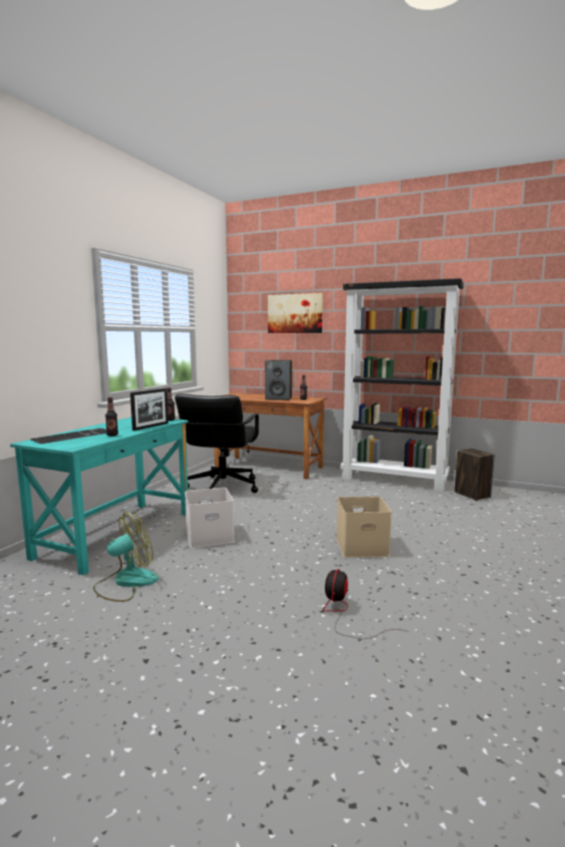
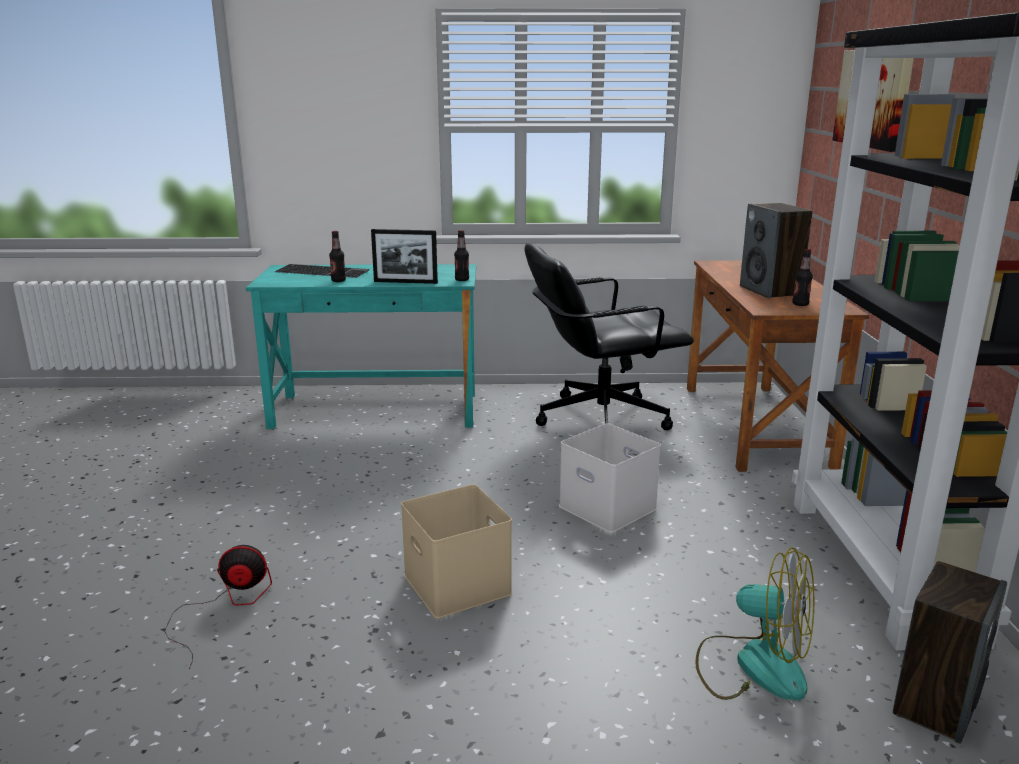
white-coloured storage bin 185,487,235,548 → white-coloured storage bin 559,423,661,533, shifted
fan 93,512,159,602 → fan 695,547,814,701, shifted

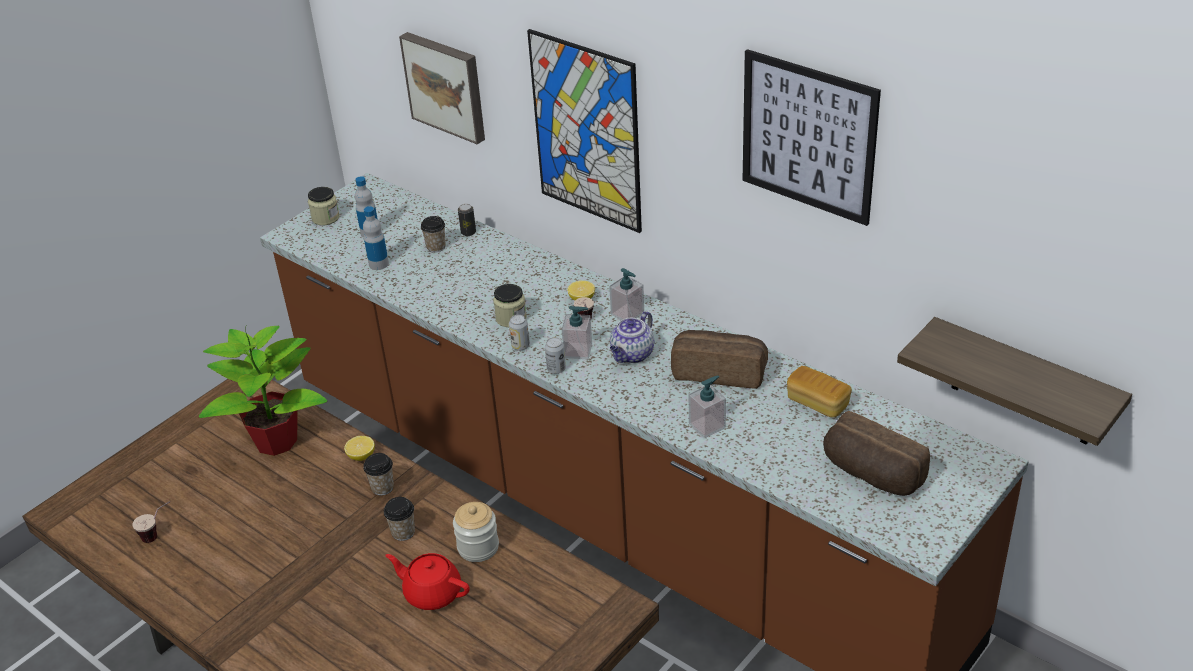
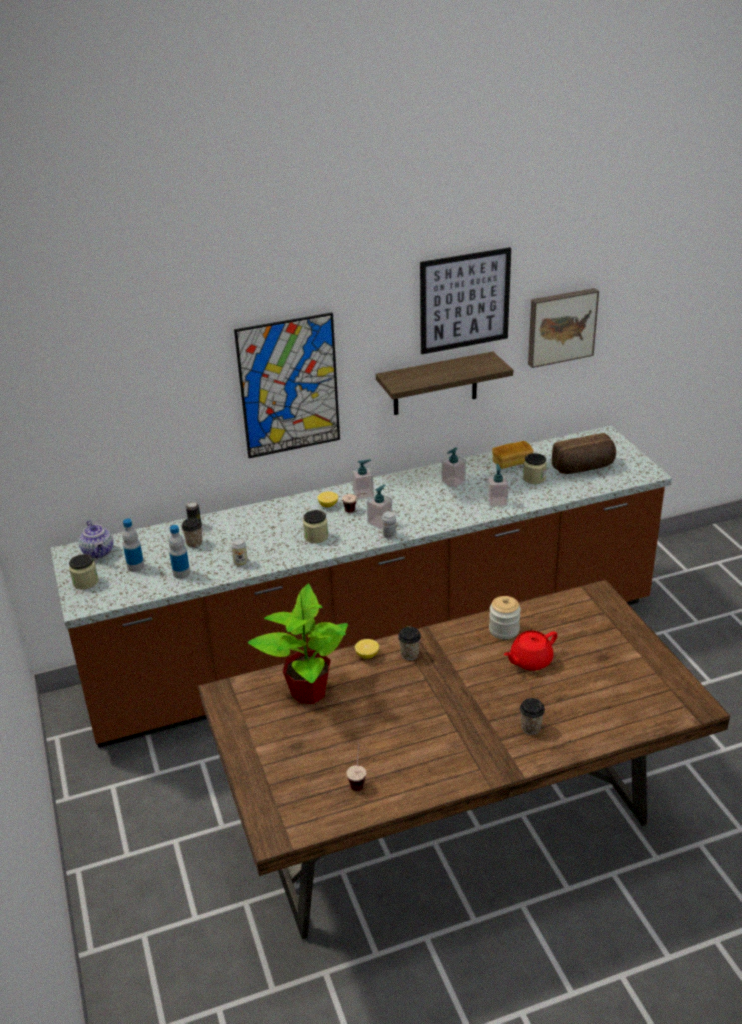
picture 399,32,485,144 → picture 528,288,599,368, shifted
tea pot 610,311,654,363 → tea pot 79,520,113,559, shifted
metal can 509,315,530,351 → metal can 231,538,248,566, shifted
wall shelf 897,317,1132,446 → wall shelf 376,352,513,415, shifted
bread 671,330,768,389 → soap bottle 441,448,466,489
cup 384,497,415,541 → cup 520,698,545,735, shifted
- → jar 523,453,547,484

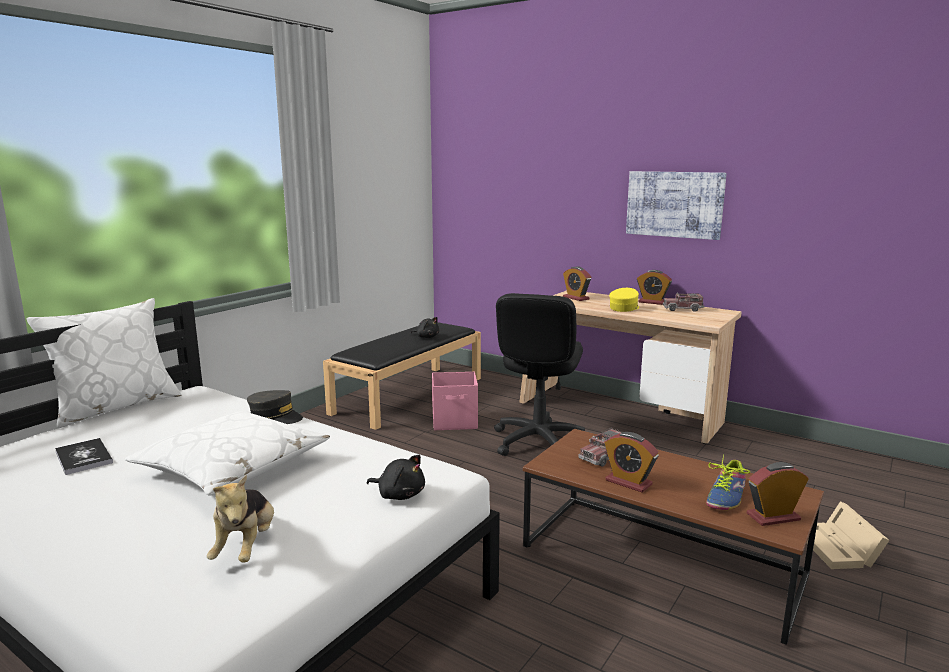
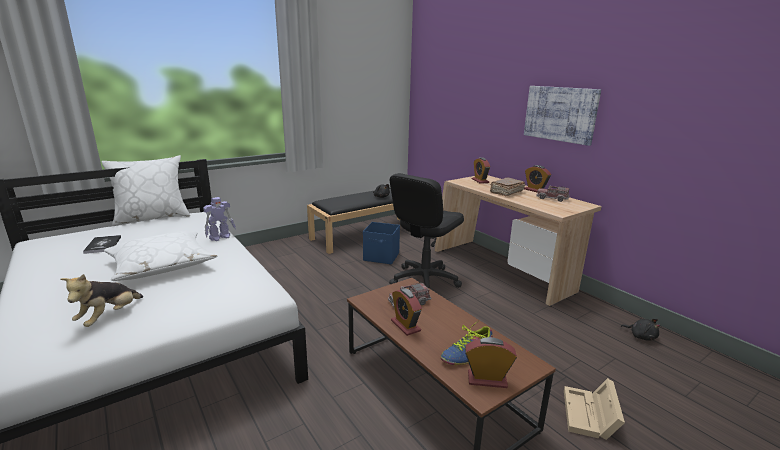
yellowish peaked cap 609,288,639,312 → brownish book 490,178,525,196
pinkish storage bin 432,372,478,430 → blue-coloured storage bin 363,222,400,264
grey peaked cap 247,390,303,424 → toy robot 203,197,236,241
black cuddly toy 367,455,425,500 → black cuddly toy 620,319,660,341, shifted

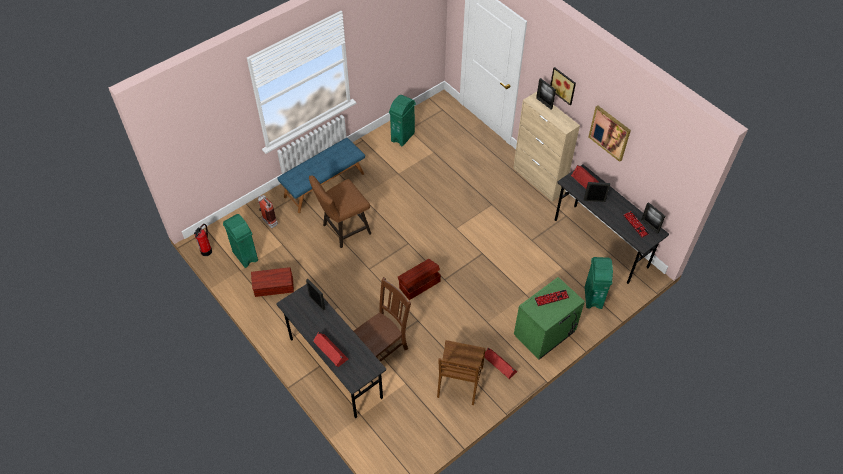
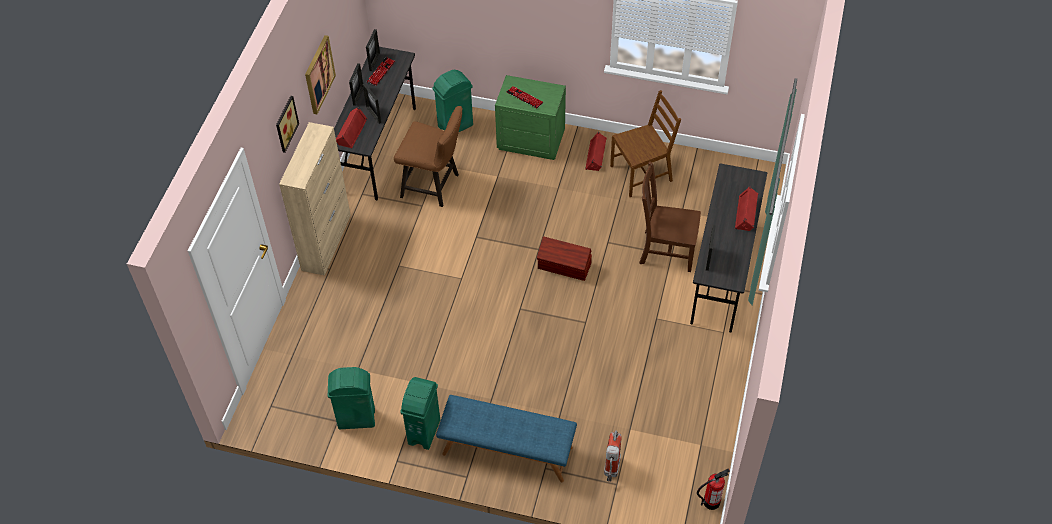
photo frame 536,78,556,109 → photo frame 349,63,363,106, shifted
brownish stool seat 309,175,371,248 → brownish stool seat 394,106,462,207, shifted
greenish rubbish bin 223,214,258,268 → greenish rubbish bin 401,377,440,450, shifted
brownish storage bin 251,267,294,297 → -

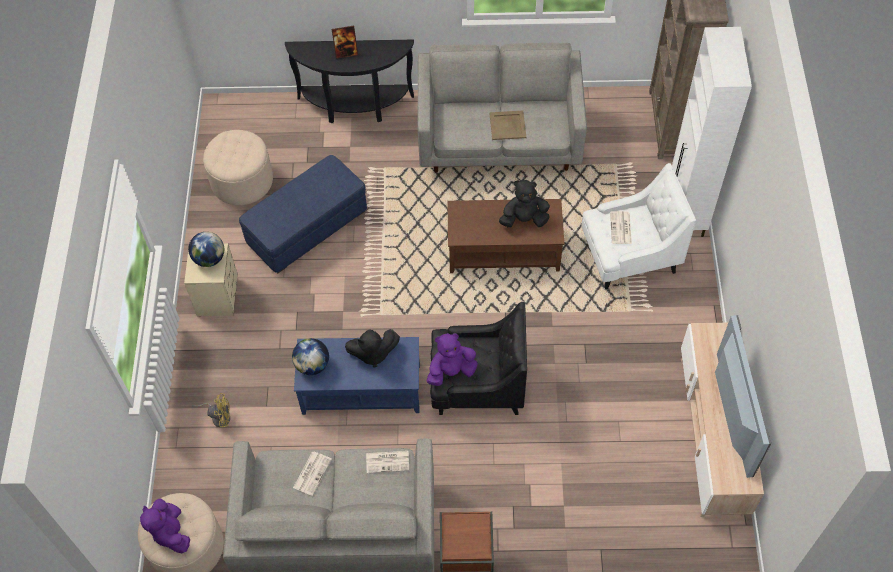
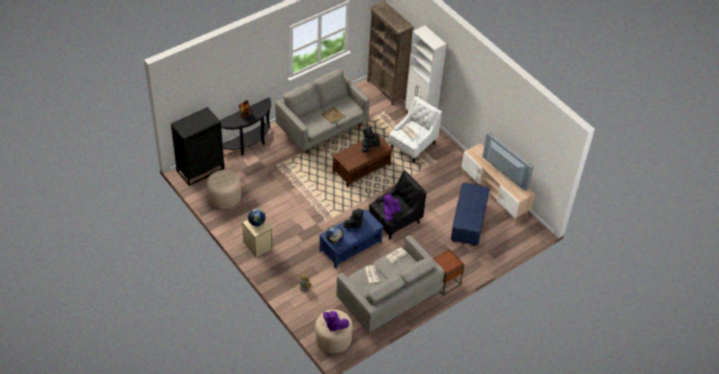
blue-coloured ottoman 239,155,367,274 → blue-coloured ottoman 451,183,489,246, shifted
- → black chest of drawers 171,107,225,186

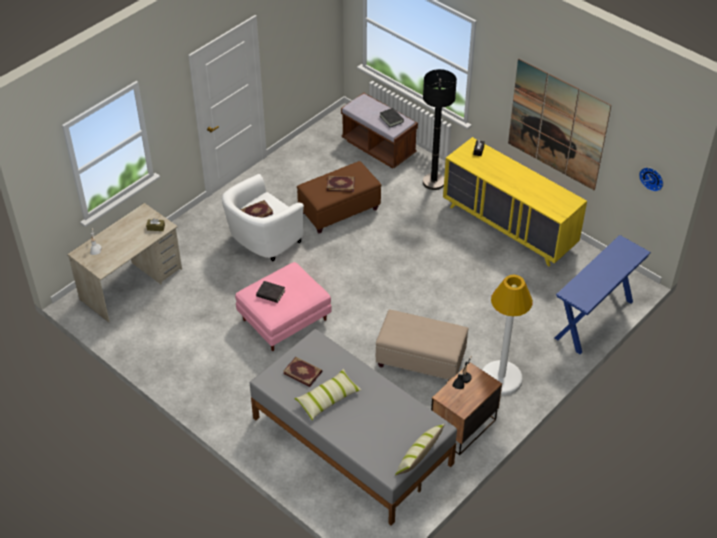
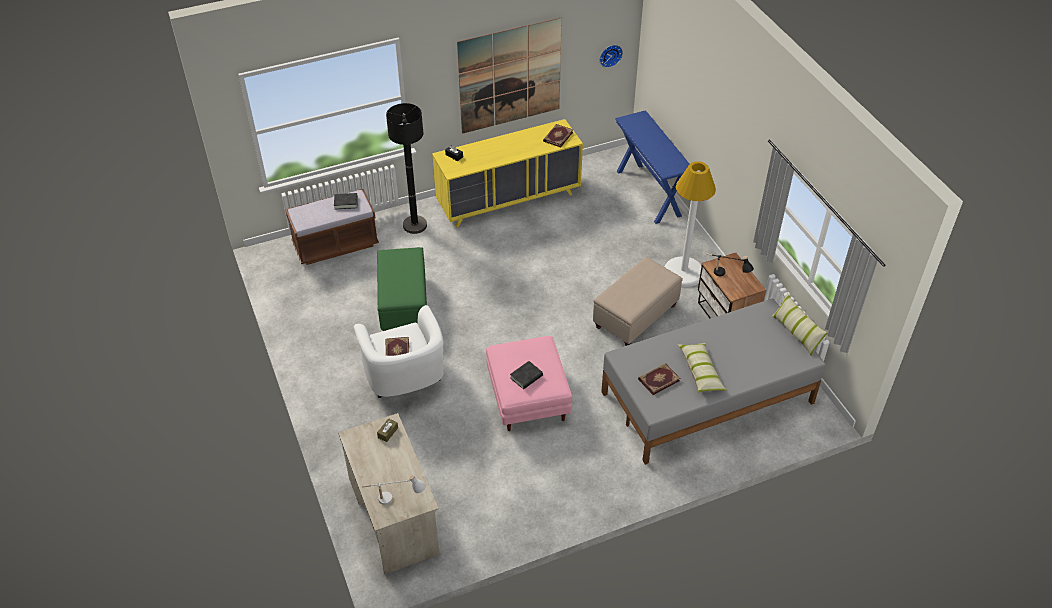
brownish ottoman 297,161,381,234 → greenish ottoman 377,247,427,331
book 327,176,355,192 → book 543,124,573,148, shifted

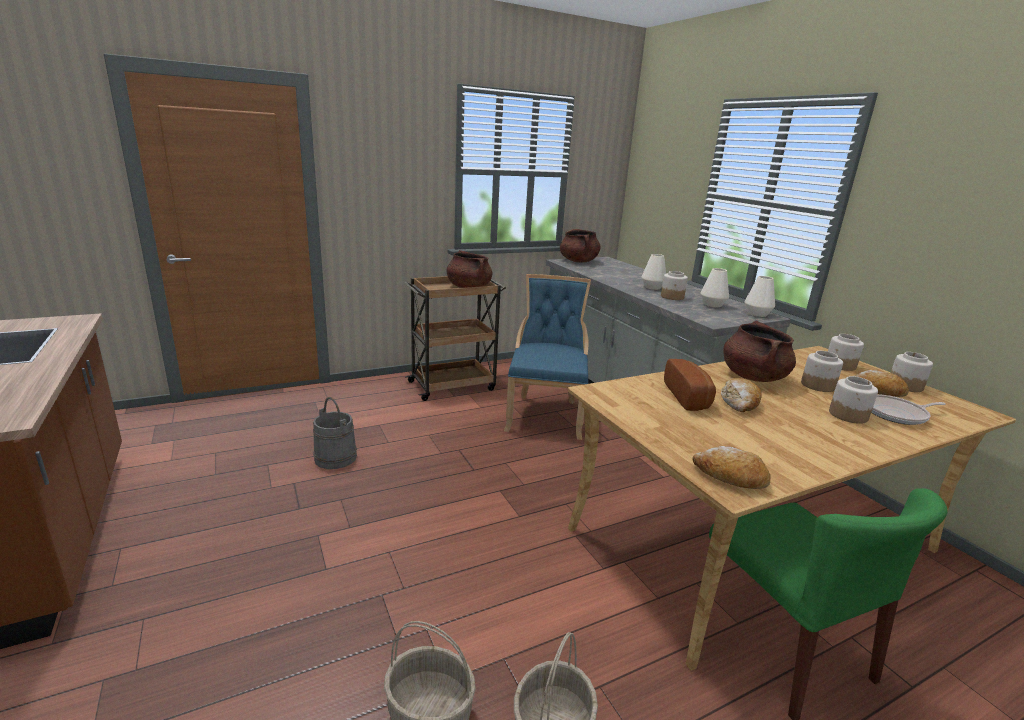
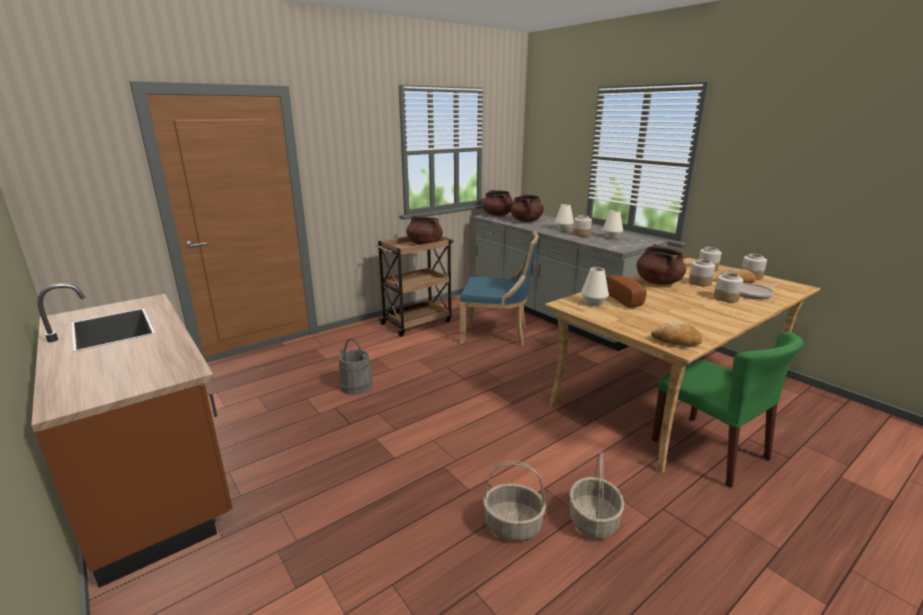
blue-coloured upright chair 504,274,591,440 → blue-coloured upright chair 460,231,539,345, 105 degrees clockwise
white-coloured decorative vase 744,276,775,317 → white-coloured decorative vase 581,267,609,306, shifted
bread 721,378,762,412 → -
- → brownish stockpot 510,194,544,222

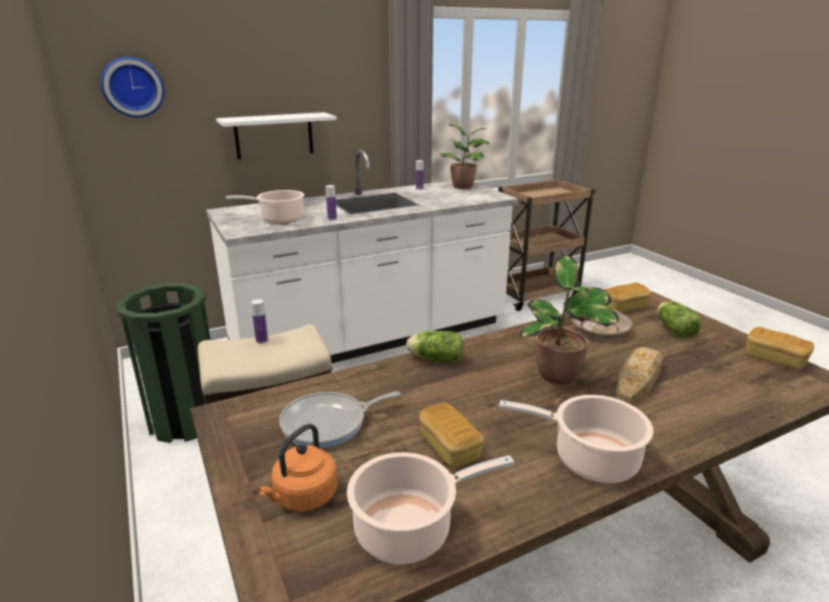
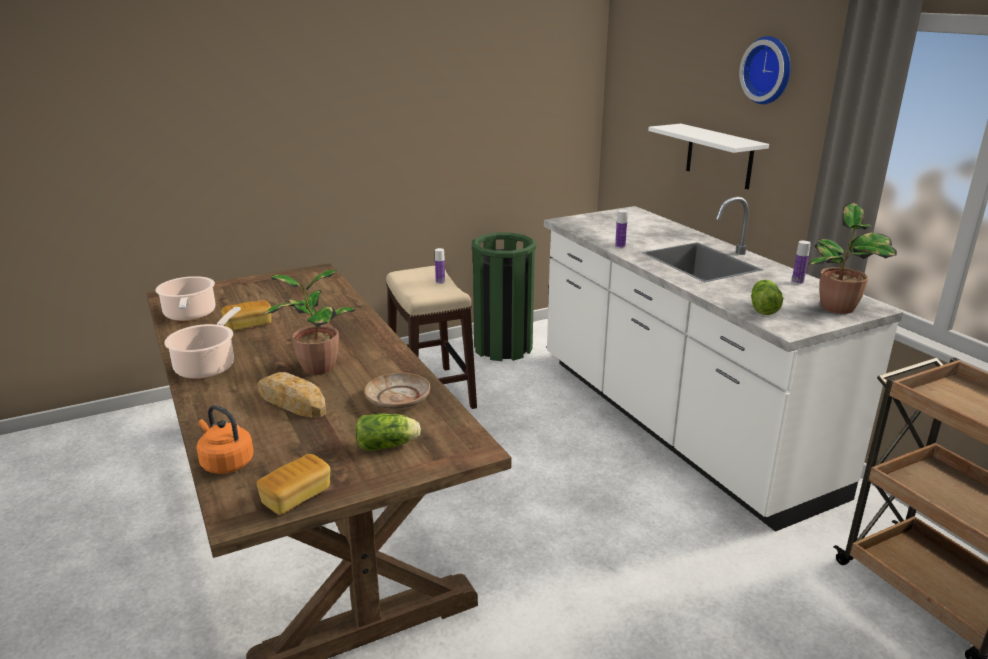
wall clock 101,57,164,118 → wall clock 739,36,791,104, shifted
stockpot 226,190,304,224 → -
bread 604,283,651,313 → -
lettuce head 406,331,463,364 → lettuce head 751,280,783,315, shifted
frying pan 279,391,400,448 → -
orangey kettle 258,424,338,512 → orangey kettle 196,405,254,474, shifted

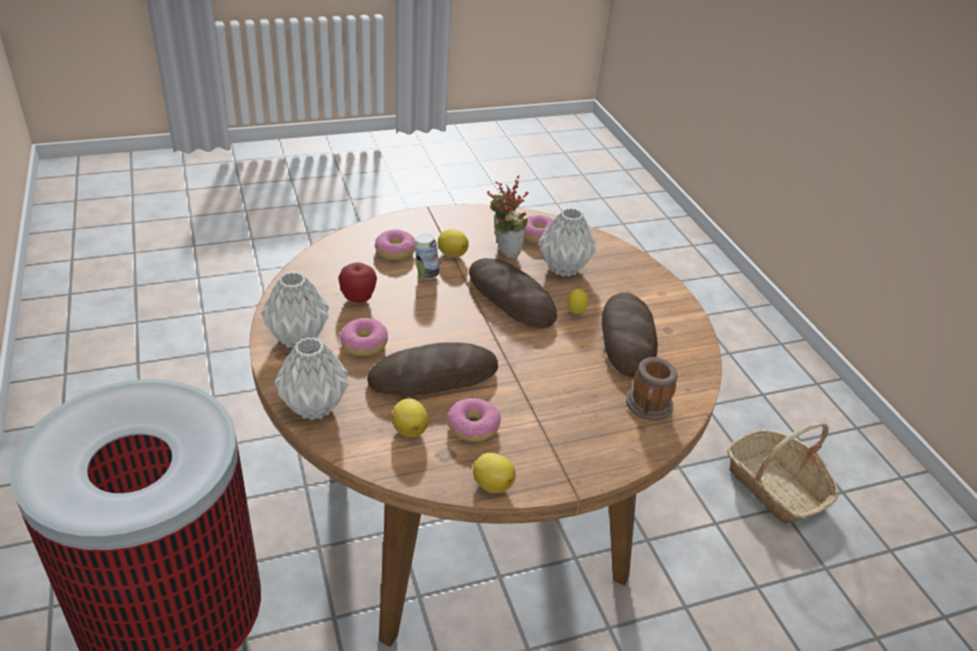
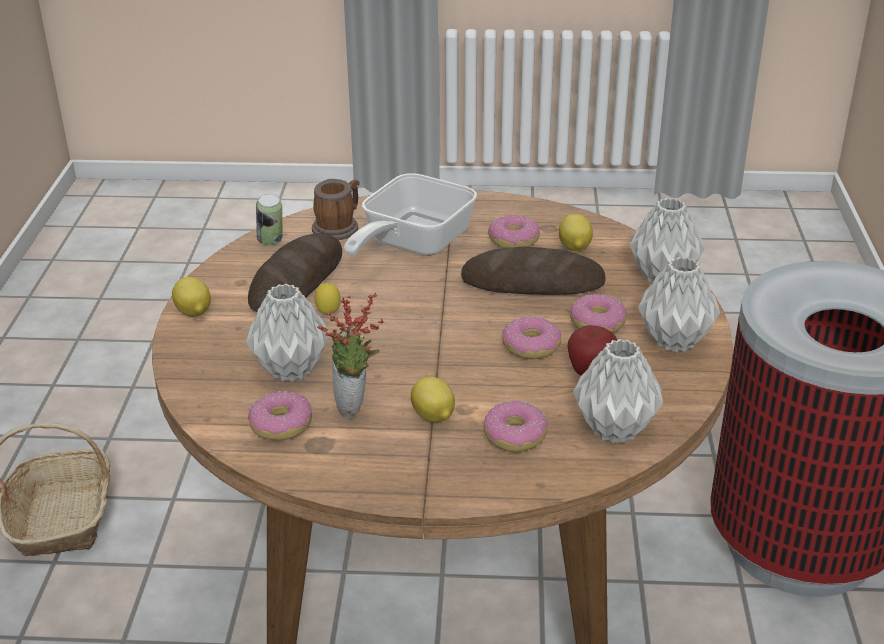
metal can 415,235,440,279 → metal can 256,194,282,245, shifted
bread 469,258,557,328 → -
lemon 473,453,516,493 → lemon 172,277,211,317, shifted
- → frying pan 344,173,477,256
- → donut 502,316,561,359
- → grey decorative vase 573,339,663,443

